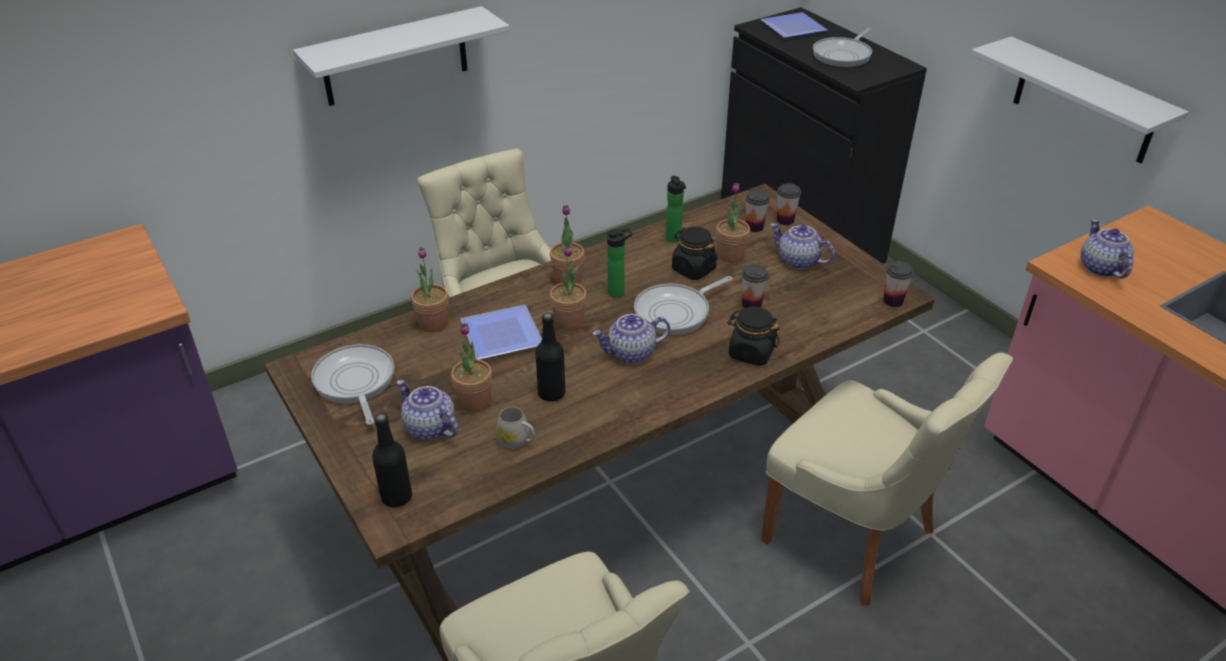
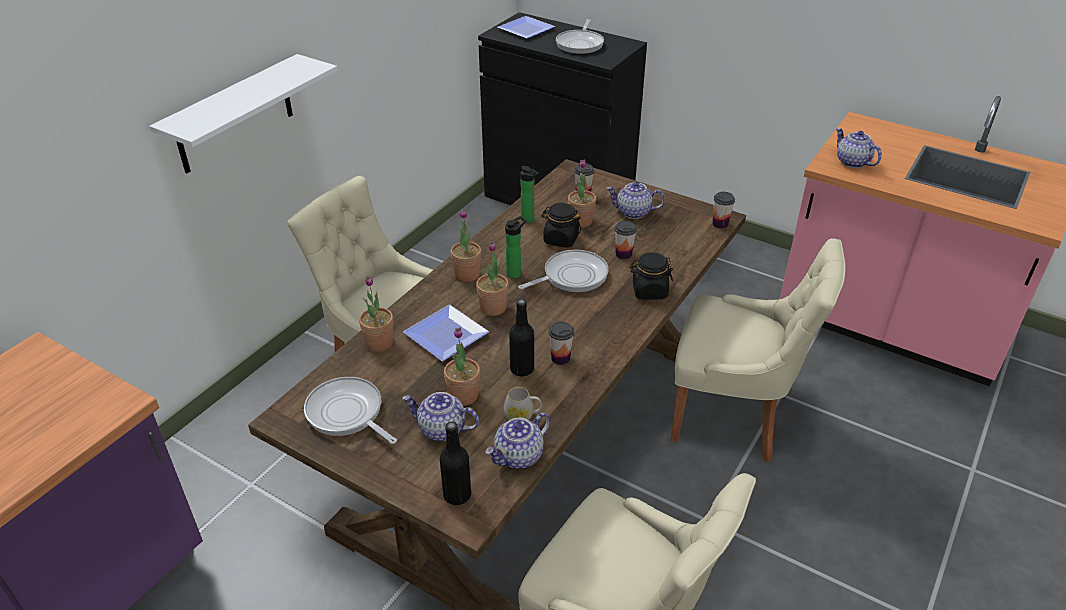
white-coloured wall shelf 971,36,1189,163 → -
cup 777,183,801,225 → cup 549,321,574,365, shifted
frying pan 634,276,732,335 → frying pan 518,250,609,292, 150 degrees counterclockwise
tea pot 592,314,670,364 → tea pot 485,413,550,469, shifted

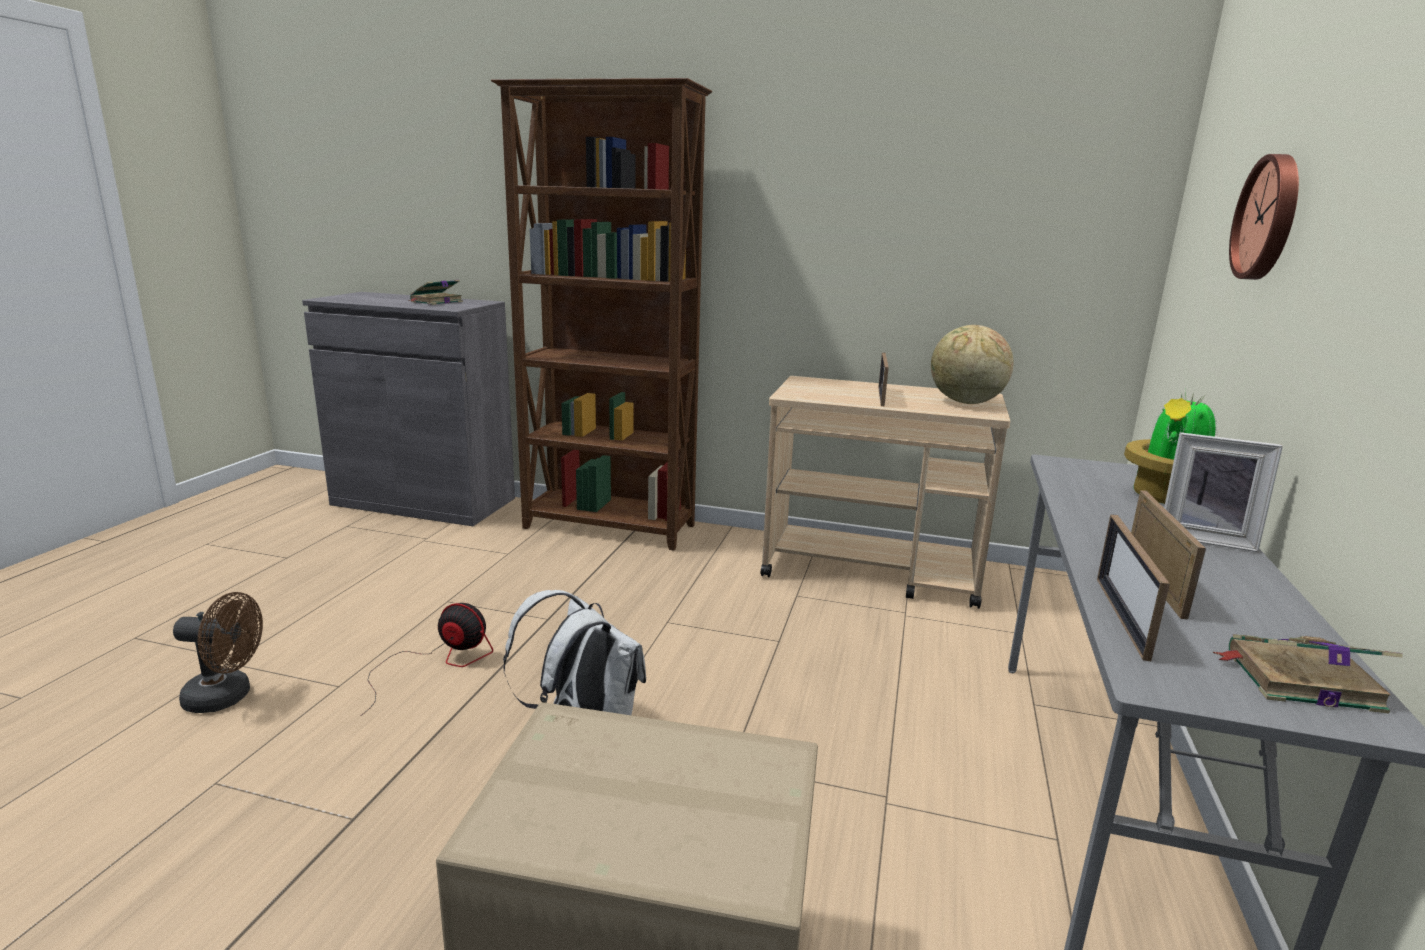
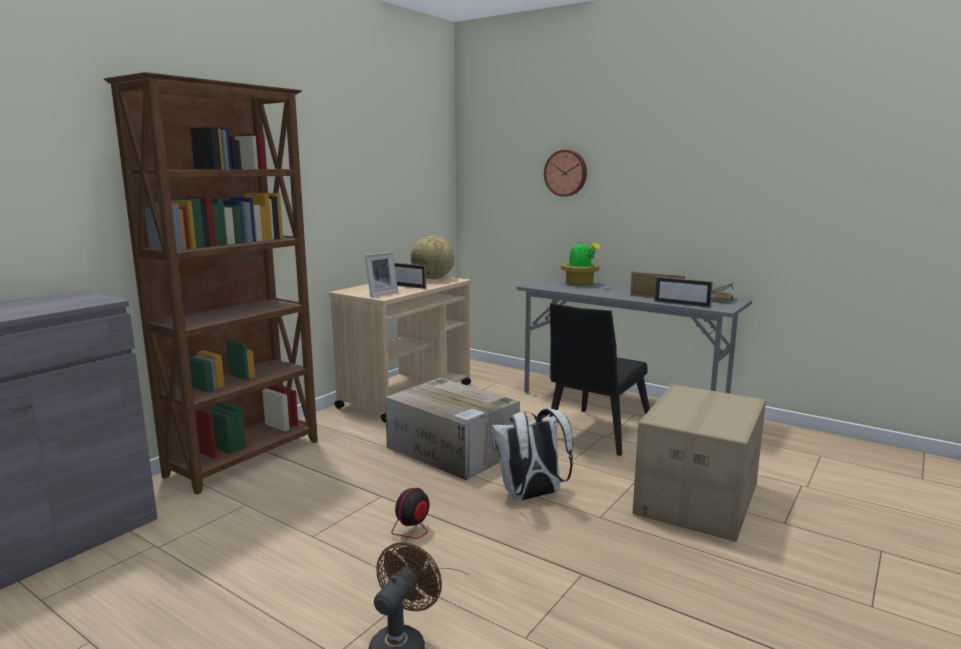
book 408,280,463,305 → -
photo frame 1164,432,1283,552 → photo frame 365,252,398,297, shifted
- → black upright chair 549,303,650,456
- → cardboard box 385,378,520,480

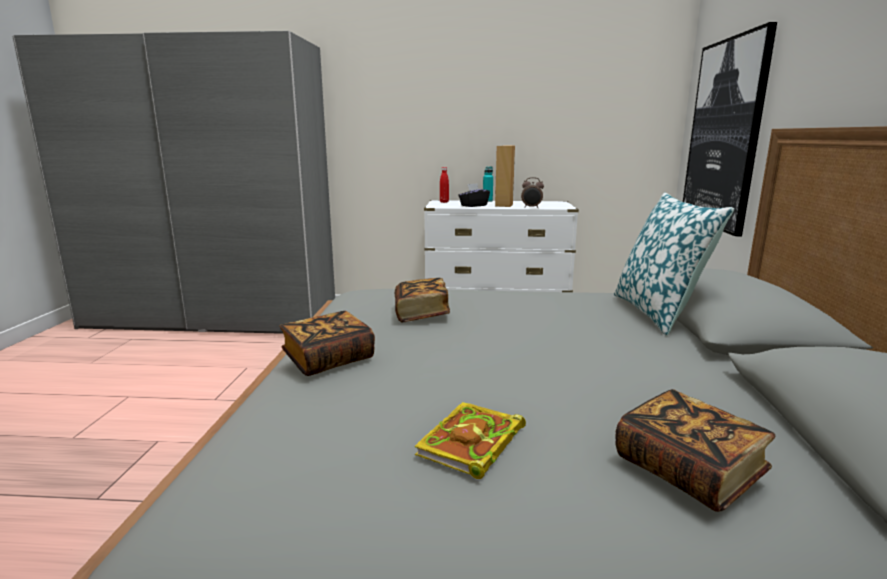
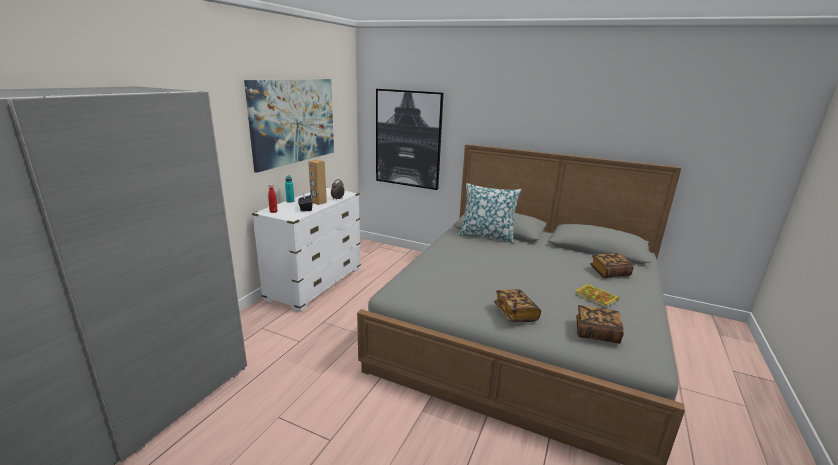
book 395,278,450,322 → book 576,305,624,344, shifted
- → picture 244,79,334,173

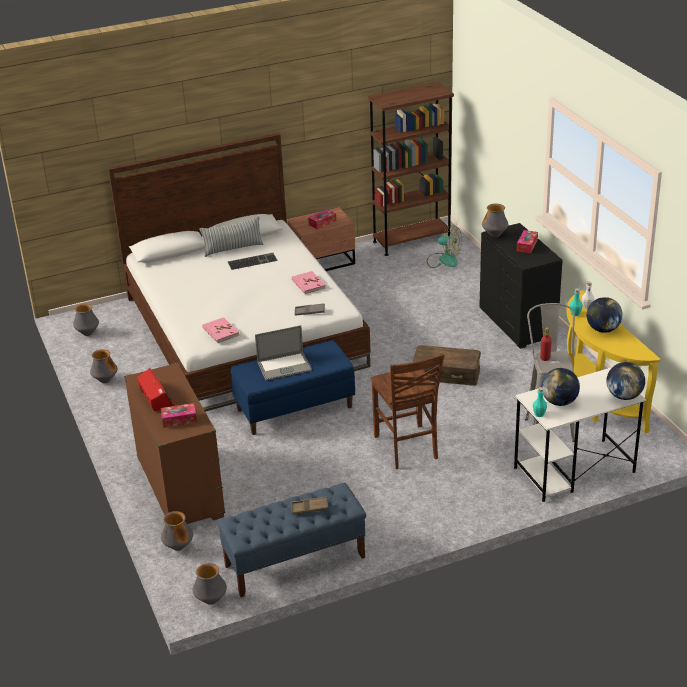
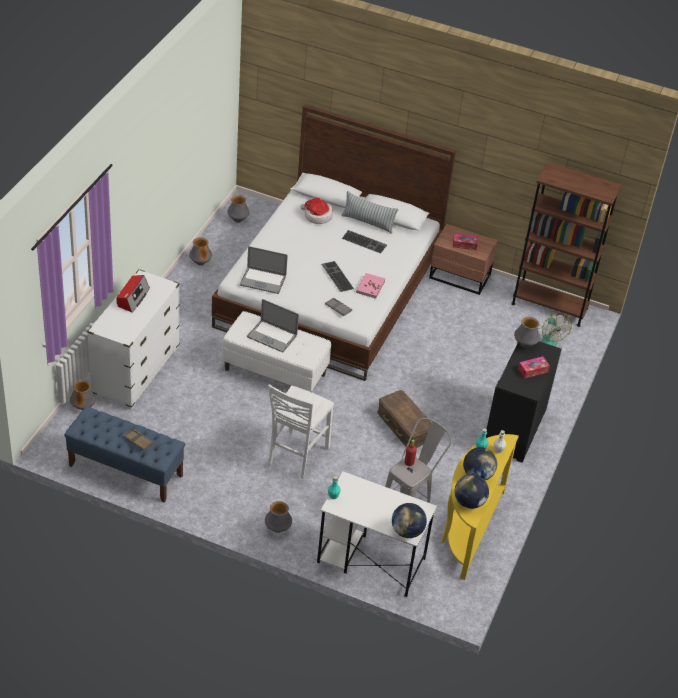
pinkish book 202,317,239,343 → laptop 240,246,288,294
blue-coloured long seat 231,340,355,435 → white-coloured long seat 222,311,331,392
brownish upright chair 371,353,445,469 → white-coloured upright chair 268,384,334,479
brownish chest of drawers 124,362,226,524 → white-coloured chest of drawers 87,269,180,410
globe 541,368,580,406 → globe 454,474,489,509, shifted
tissue holder 161,403,197,428 → -
decorative vase 193,563,227,605 → decorative vase 265,501,292,533, shifted
- → wearable hat 301,198,333,224
- → PC keyboard 321,261,354,292

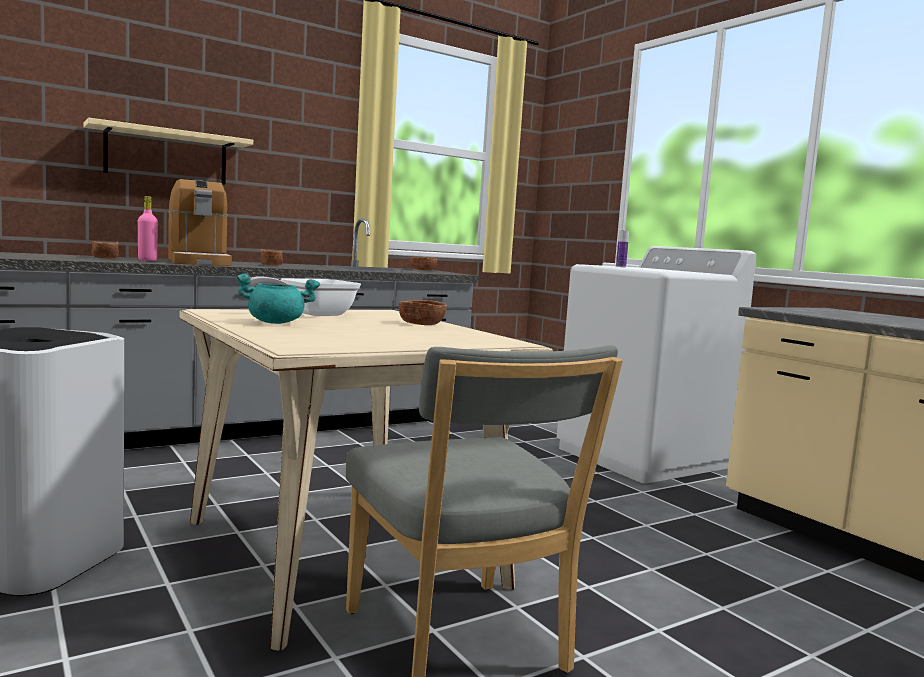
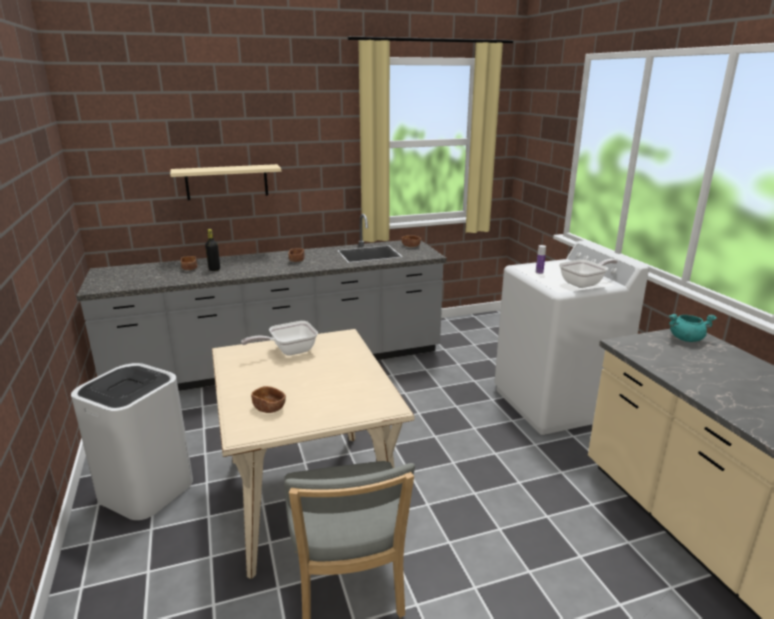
coffee brewer 168,179,232,266 → -
pinkish drink bottle 138,196,158,261 → black drink bottle 205,229,220,271
turquoise-coloured stockpot 236,274,320,324 → turquoise-coloured stockpot 669,314,717,342, shifted
brownish bowl 399,300,447,325 → brownish bowl 251,386,286,413, shifted
- → frying pan 559,259,618,288

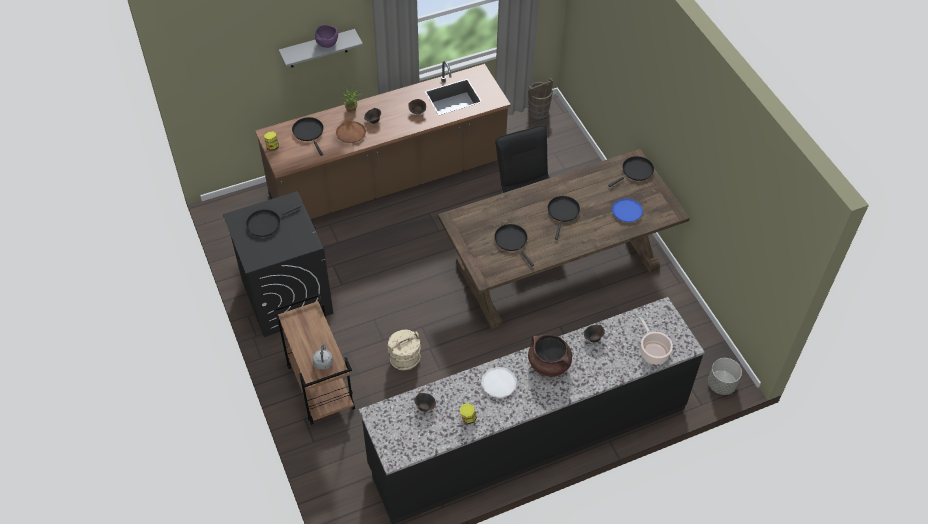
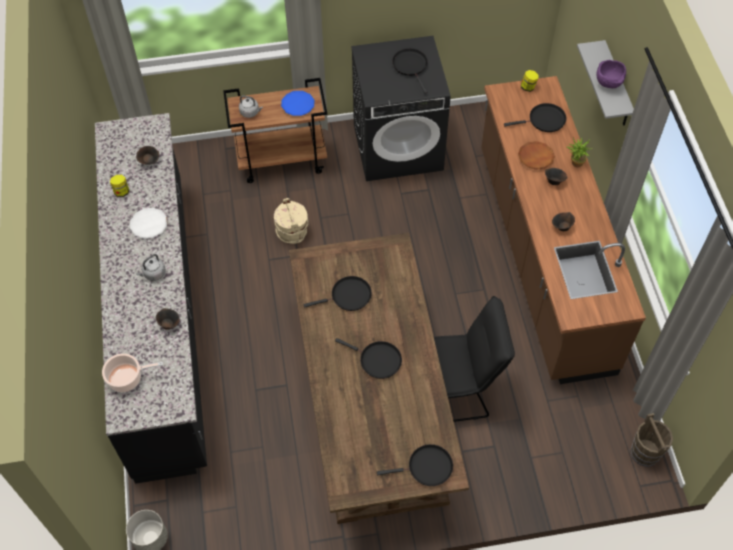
black frying pan 608,156,654,187 → black frying pan 377,444,453,486, 75 degrees counterclockwise
blue-coloured flat dish 612,198,643,223 → blue-coloured flat dish 281,91,314,116, shifted
brownish stockpot 528,334,572,377 → grey kettle 136,254,166,281

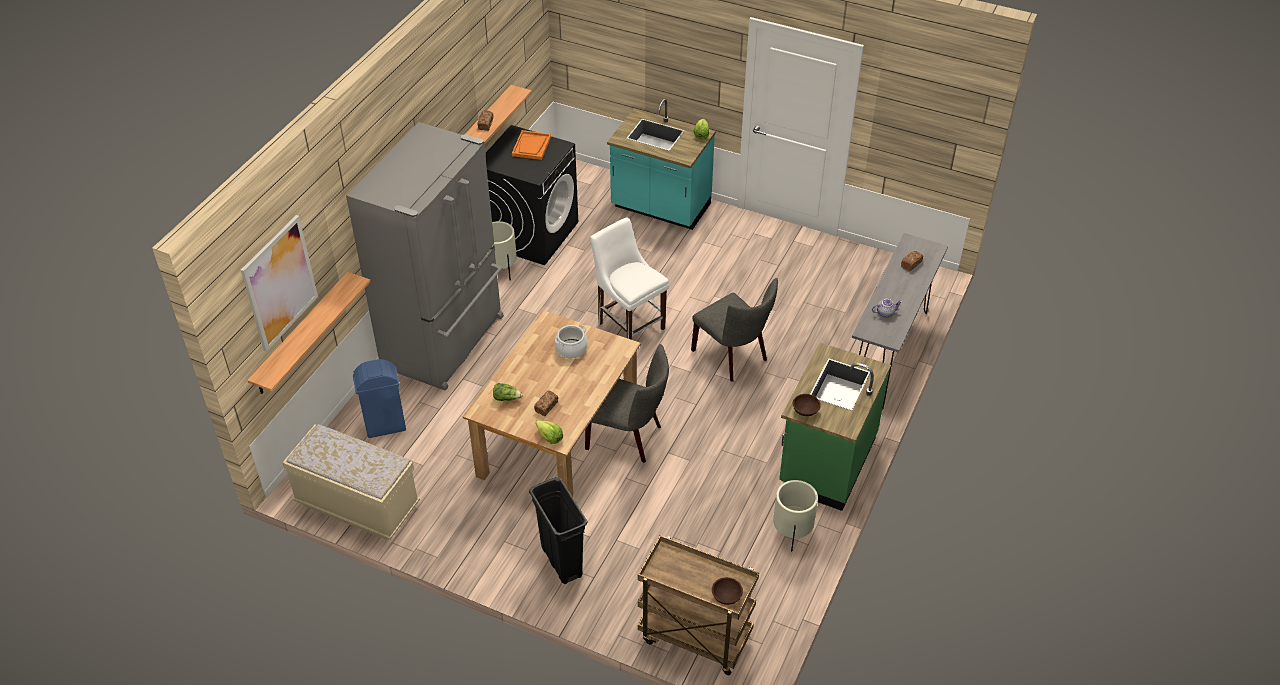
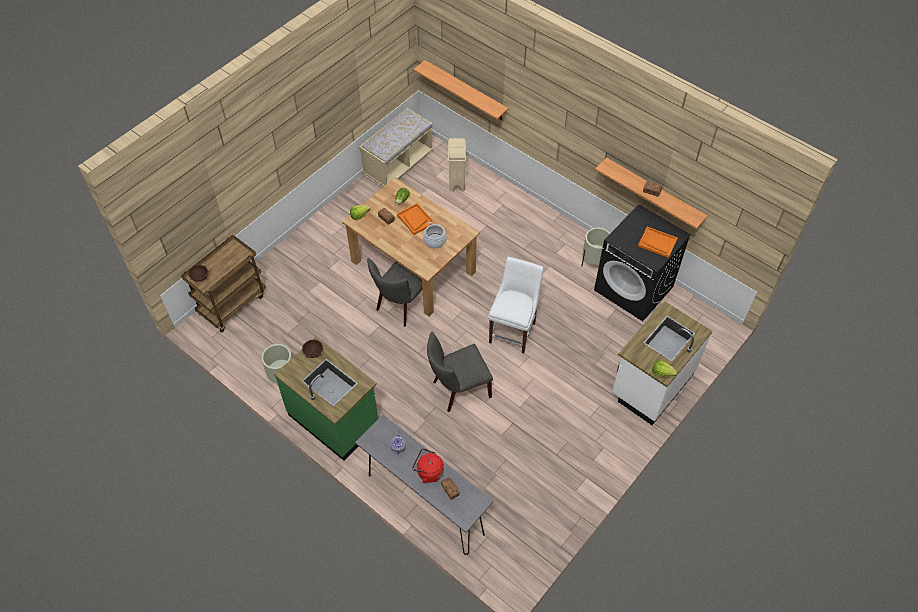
turquoise-coloured kitchen base unit 607,99,716,230 → white-coloured kitchen base unit 612,301,713,425
grey fridge 346,122,504,391 → -
picture 241,215,318,352 → -
white-coloured upright chair 590,217,669,340 → white-coloured upright chair 488,257,544,354, 45 degrees counterclockwise
blue-coloured rubbish bin 353,359,406,438 → sand-coloured rubbish bin 448,138,466,191
black rubbish bin 529,477,587,584 → -
- → orangey tray 397,203,435,235
- → reddish kettle 413,449,444,483

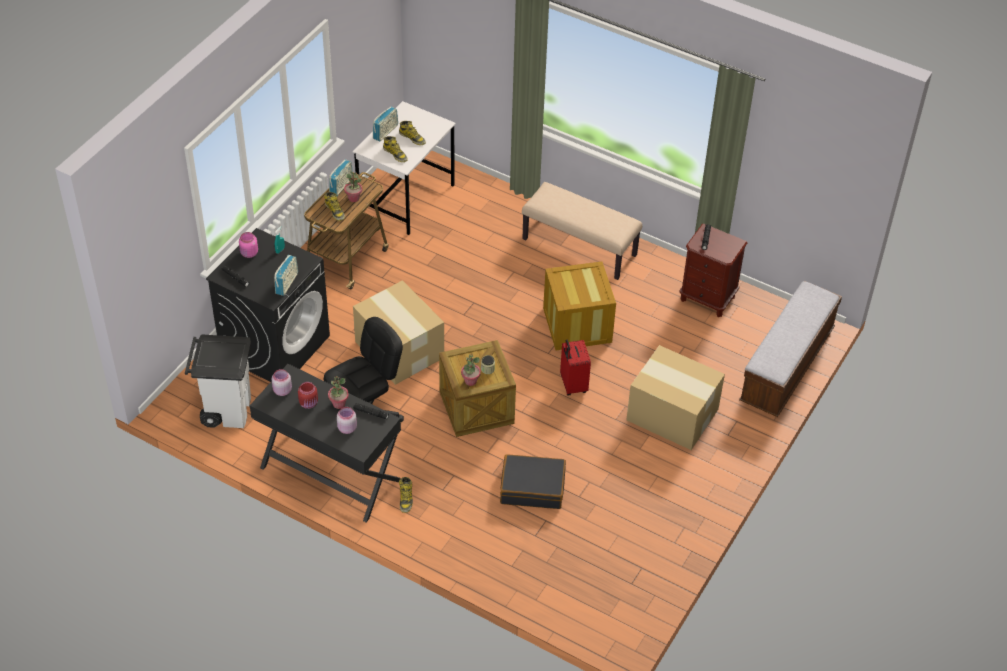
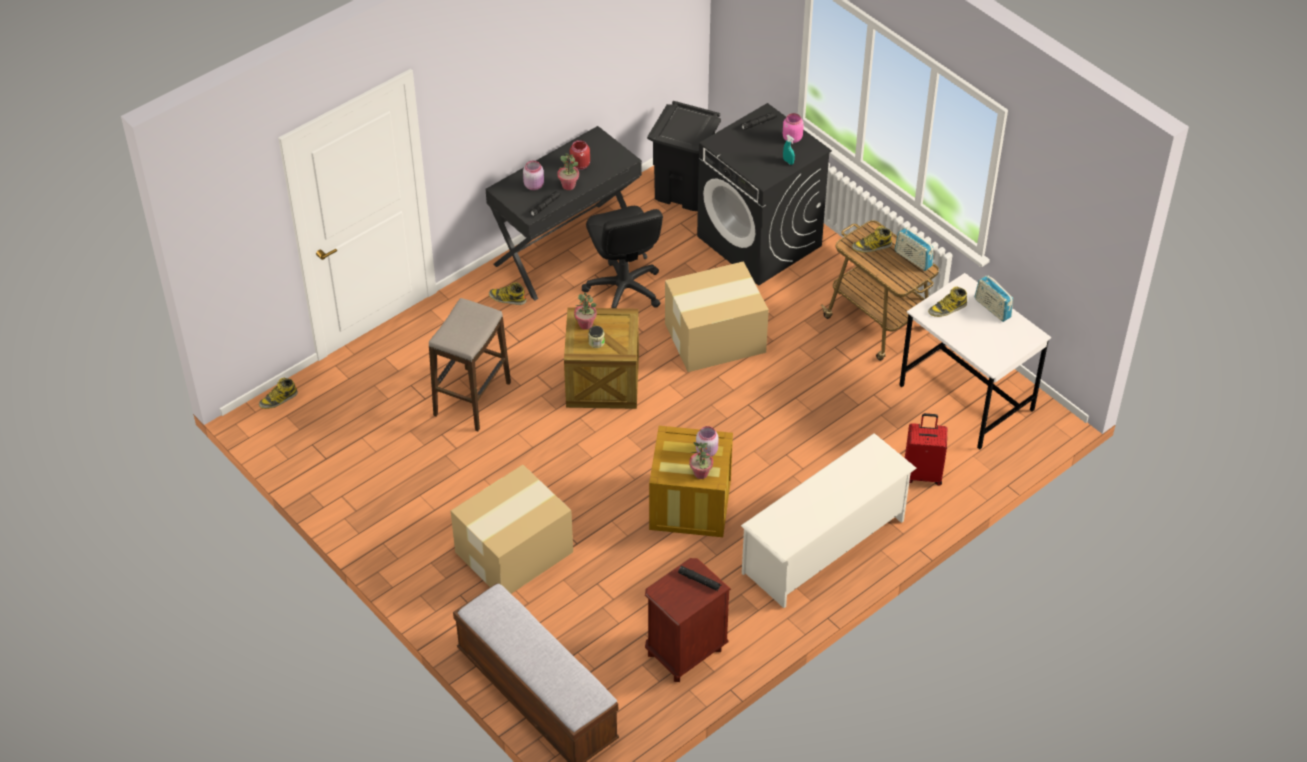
tall boot 399,121,426,145 → tall boot 259,378,298,409, shifted
plant in a pot 344,172,362,202 → plant in a pot 689,442,713,479, shifted
sand-coloured long seat 522,182,642,280 → white-coloured shoe rack 741,433,917,608
radio set 274,255,298,296 → -
white-coloured rubbish bin 185,334,251,428 → black rubbish bin 647,101,721,211
reddish travel case 560,339,591,396 → reddish travel case 905,413,947,486, shifted
pinkish jar 272,369,292,396 → pinkish jar 696,426,719,457, shifted
black travel case 500,454,566,509 → stool seat 429,298,511,431

